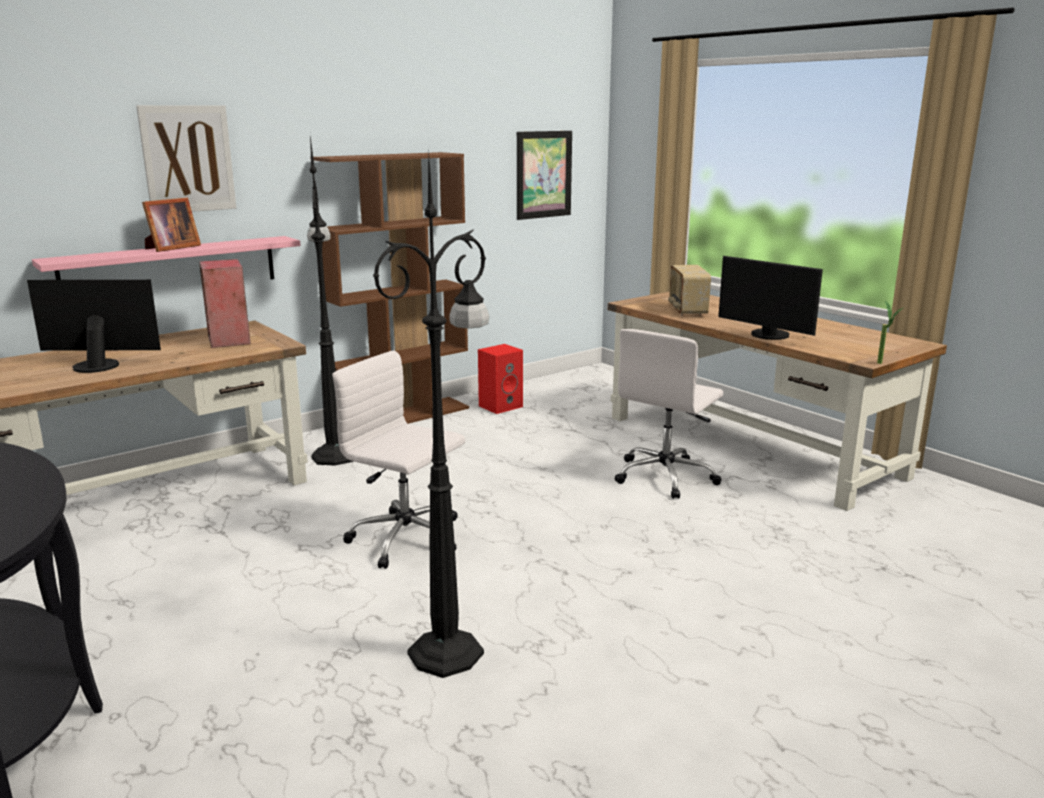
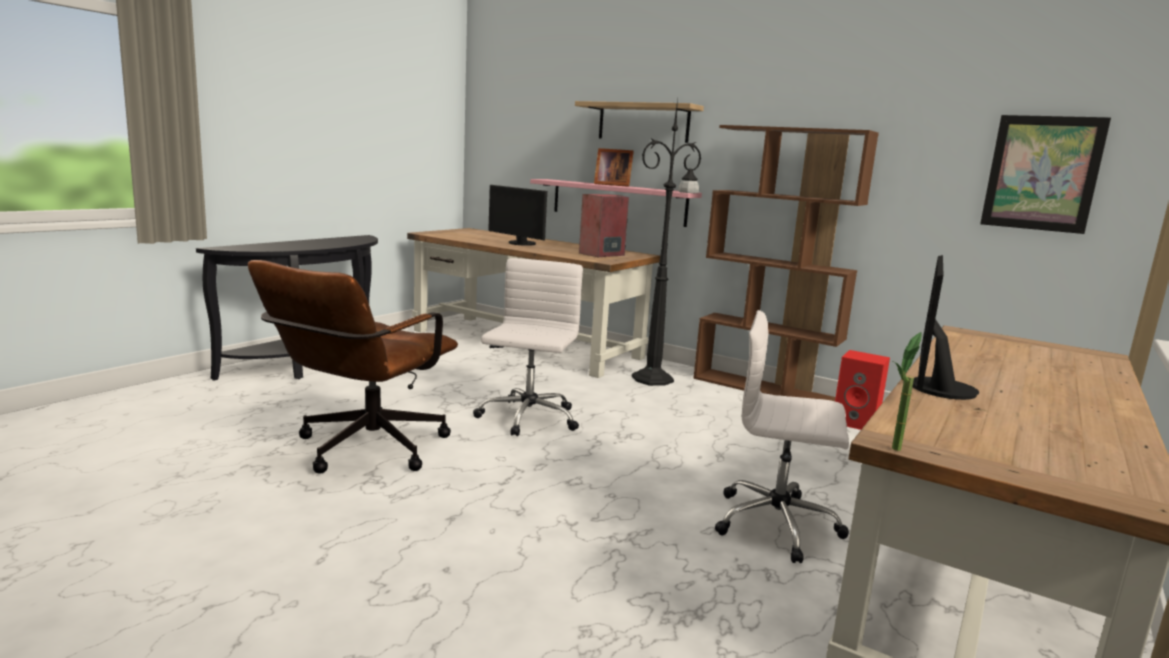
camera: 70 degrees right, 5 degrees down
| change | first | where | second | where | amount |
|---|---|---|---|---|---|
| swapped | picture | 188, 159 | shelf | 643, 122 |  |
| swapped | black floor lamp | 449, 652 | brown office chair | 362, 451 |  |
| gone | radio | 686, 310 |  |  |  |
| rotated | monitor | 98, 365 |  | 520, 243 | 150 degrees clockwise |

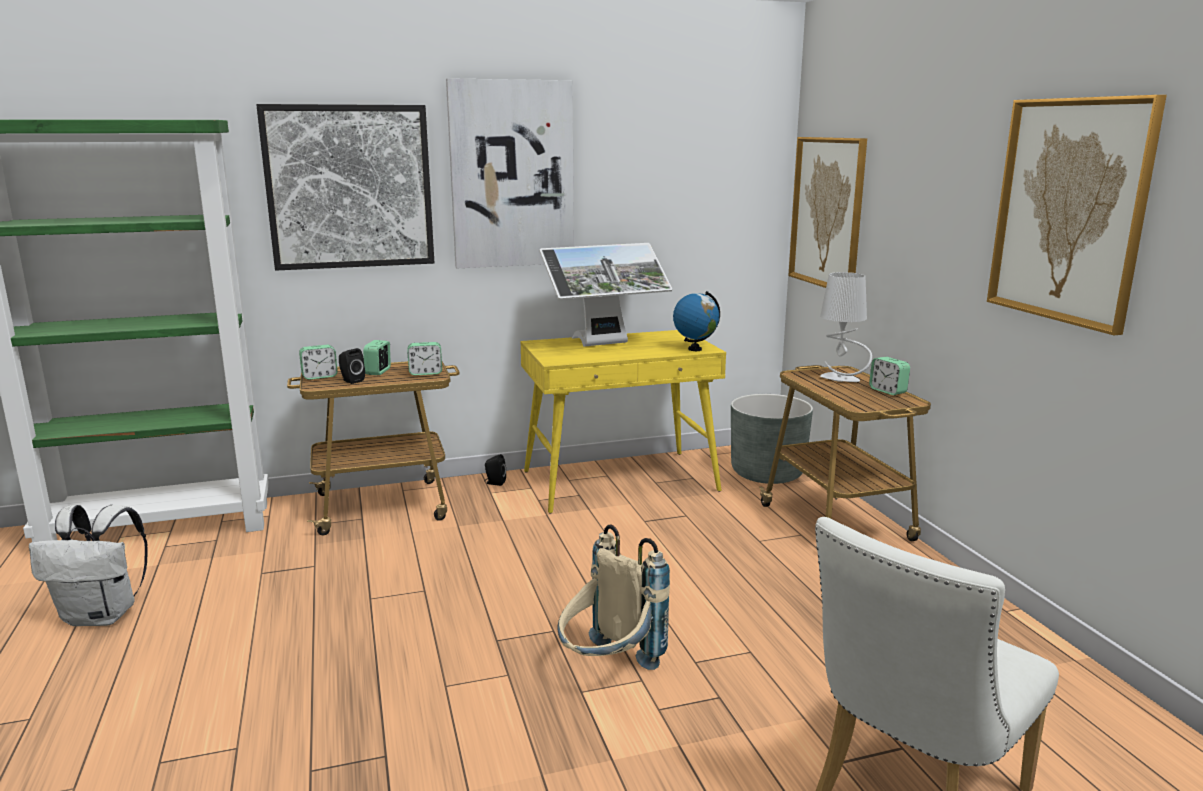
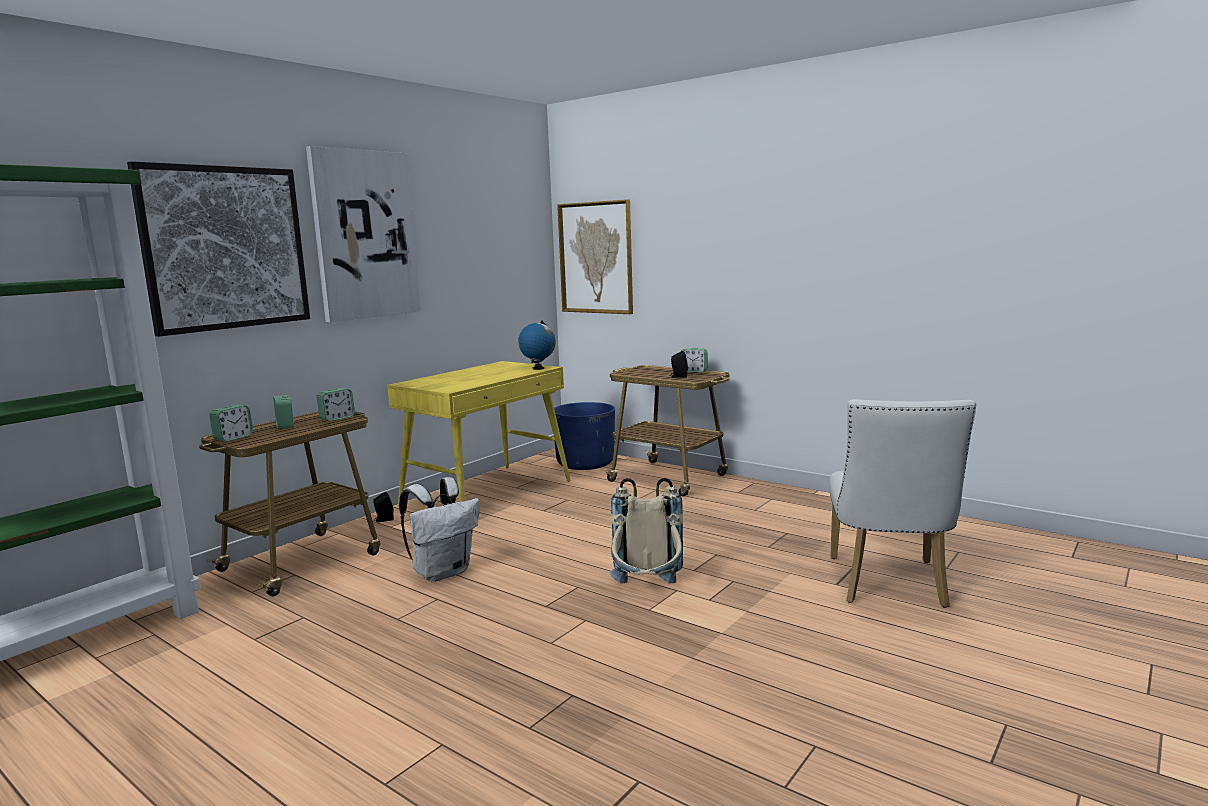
camera: 35 degrees left, 5 degrees down
| change | first | where | second | where | amount |
|---|---|---|---|---|---|
| gone | picture | 1069, 211 |  |  |  |
| gone | monitor | 605, 344 |  |  |  |
| gone | grey table lamp | 840, 379 |  |  |  |
| shifted | black speaker | 351, 380 |  | 678, 377 |  |
| repainted | grey planter | 767, 473 | blue planter | 585, 463 |  |
| shifted | white backpack | 103, 615 |  | 443, 572 |  |

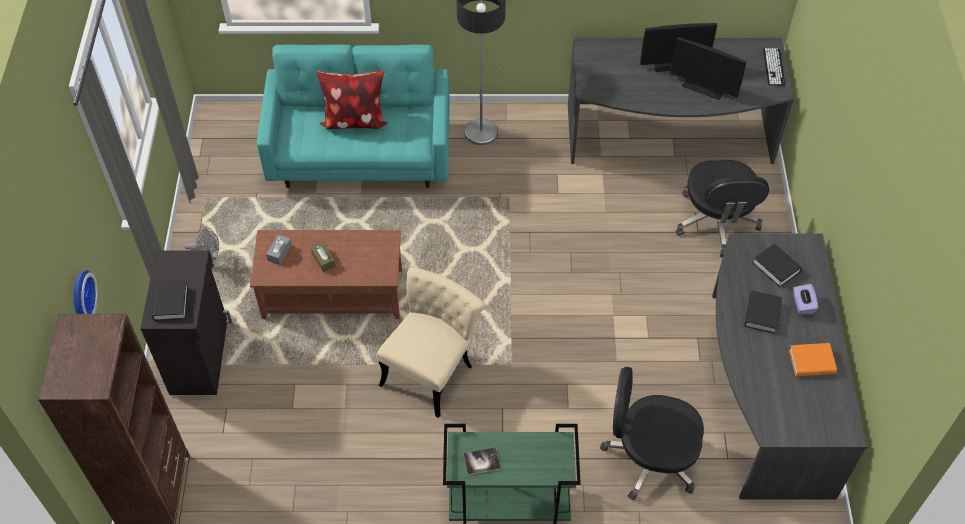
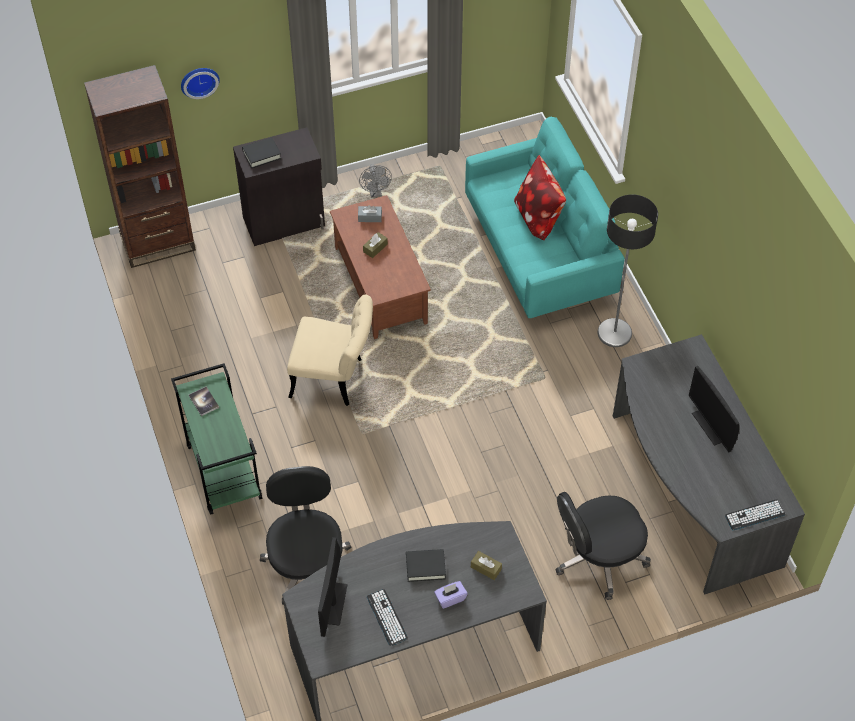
camera: 70 degrees right, 0 degrees up
| change | first | where | second | where | amount |
|---|---|---|---|---|---|
| shifted | monitor | 703, 87 |  | 333, 603 |  |
| swapped | black book | 776, 267 | brown tissue box | 486, 568 |  |
| swapped | orange book | 811, 362 | keyboard | 387, 617 |  |

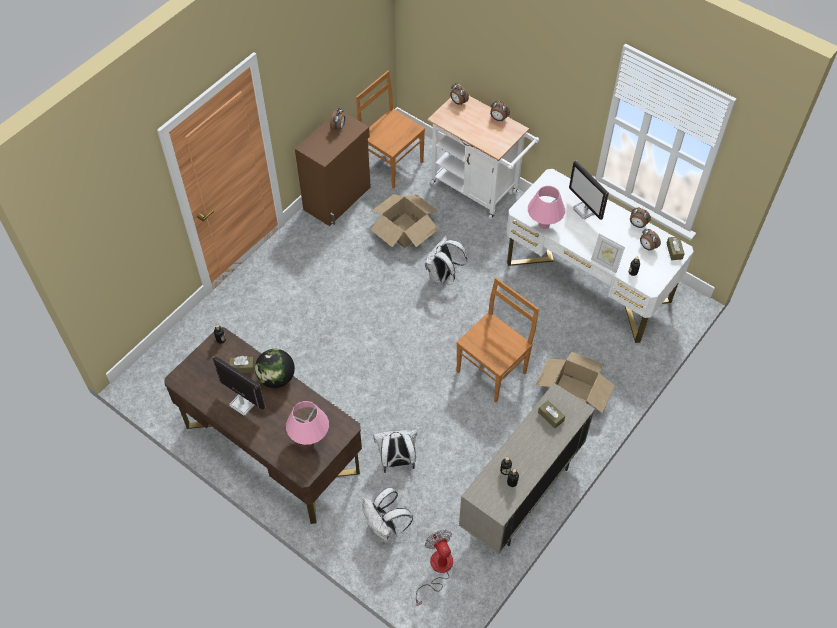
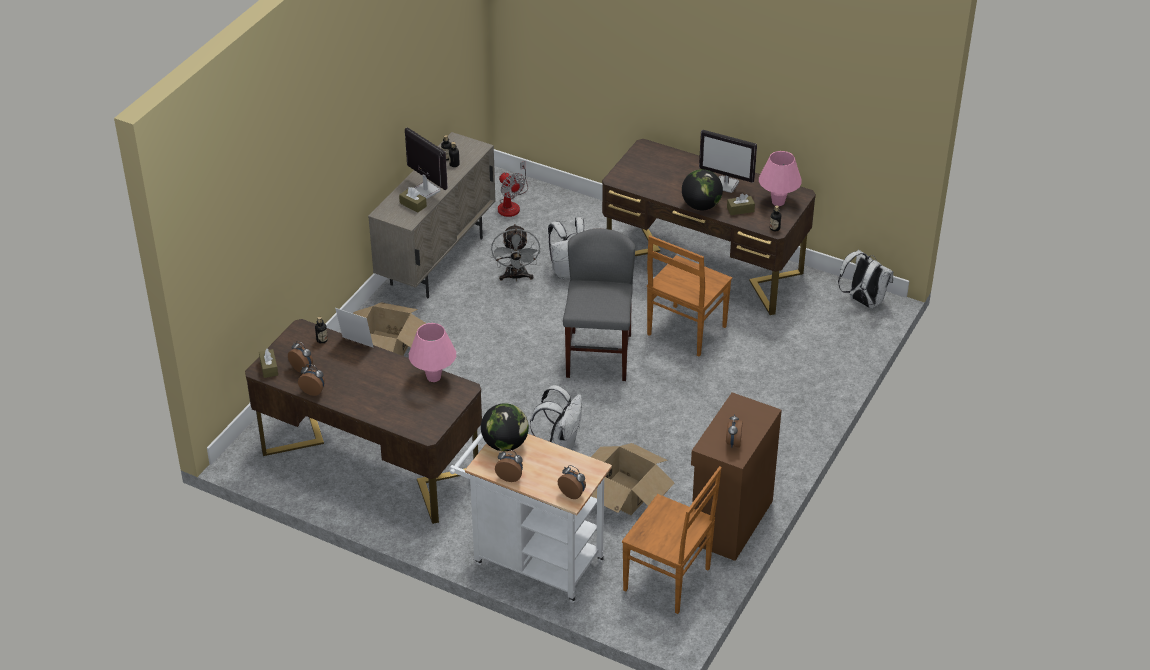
camera: 170 degrees right, 15 degrees down
| change | first | where | second | where | amount |
|---|---|---|---|---|---|
| shifted | monitor | 585, 210 |  | 426, 190 |  |
| repainted | white desk | 588, 282 | brown desk | 370, 461 |  |
| shifted | brown chair | 492, 371 |  | 685, 332 |  |
| shifted | pink table lamp | 309, 437 |  | 778, 202 |  |
| shifted | white backpack | 385, 529 |  | 863, 301 |  |
| new |  |  | grey fan | 516, 277 |  |
| new |  |  | grey chair | 598, 356 |  |
| new |  |  | globe | 505, 444 |  |

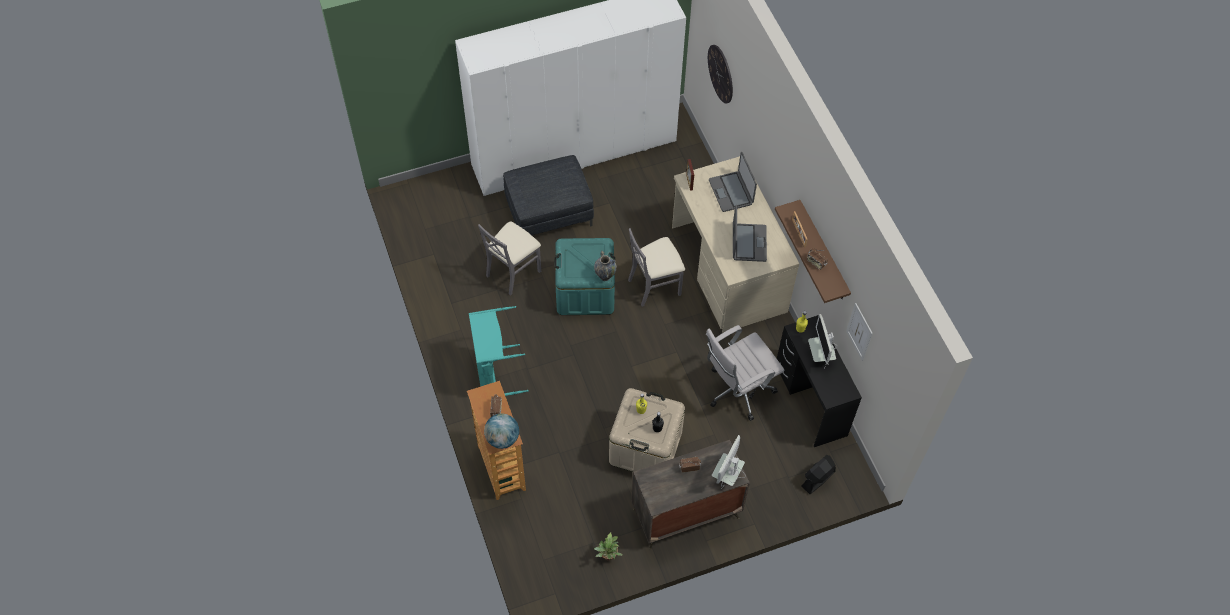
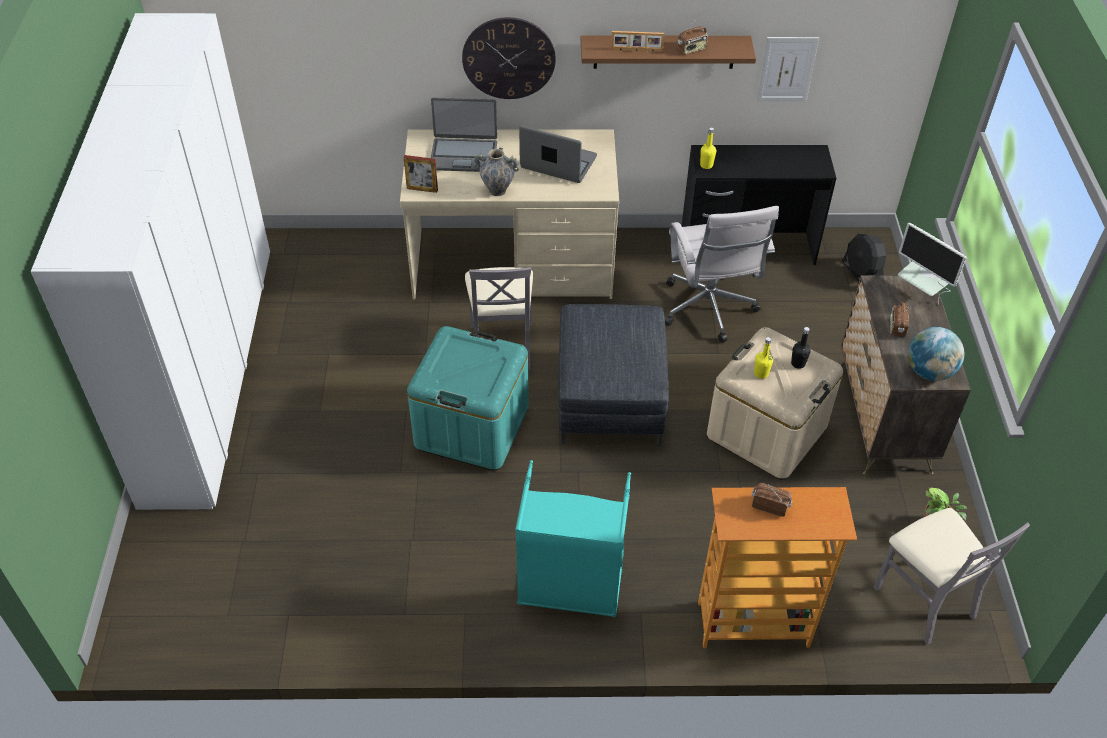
camera: 70 degrees left, 10 degrees down
| change | first | where | second | where | amount |
|---|---|---|---|---|---|
| shifted | wall clock | 720, 73 |  | 508, 58 |  |
| shifted | grey ottoman | 549, 212 |  | 610, 398 |  |
| shifted | grey chair | 513, 272 |  | 924, 599 |  |
| shifted | vase | 605, 276 |  | 497, 190 |  |
| gone | monitor | 821, 356 |  |  |  |
| shifted | globe | 502, 438 |  | 929, 371 |  |

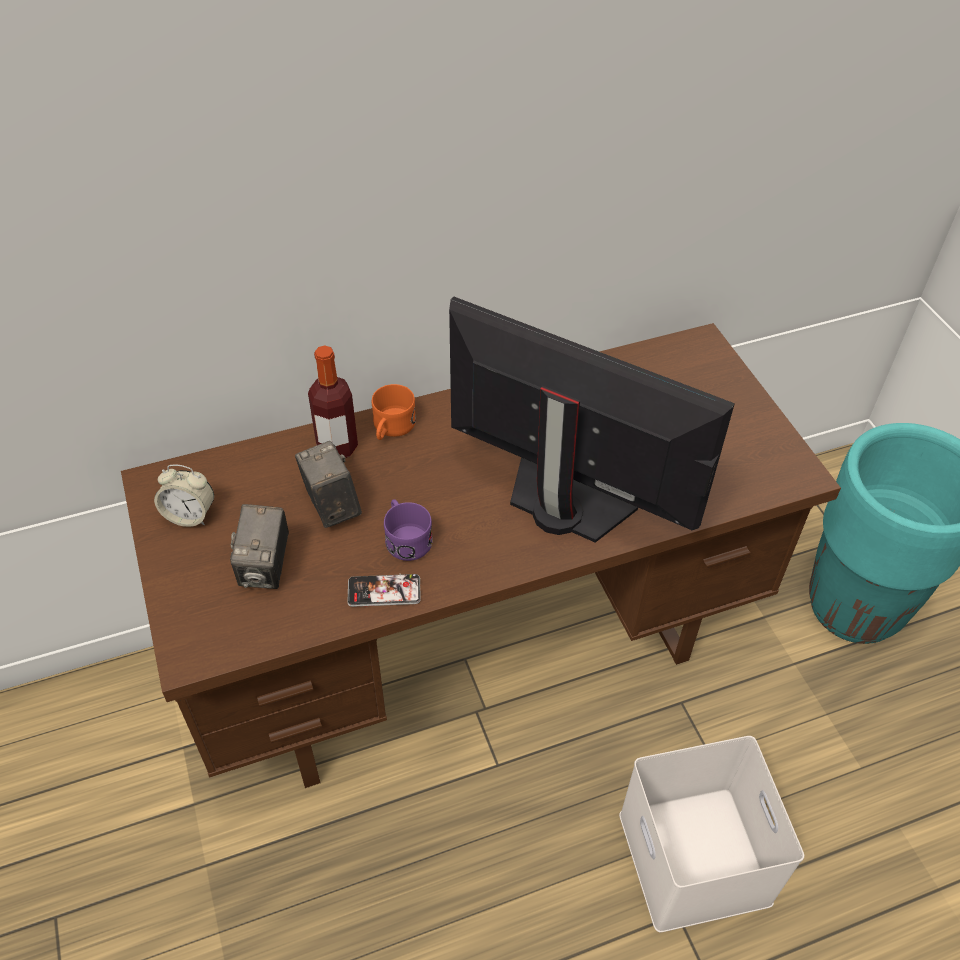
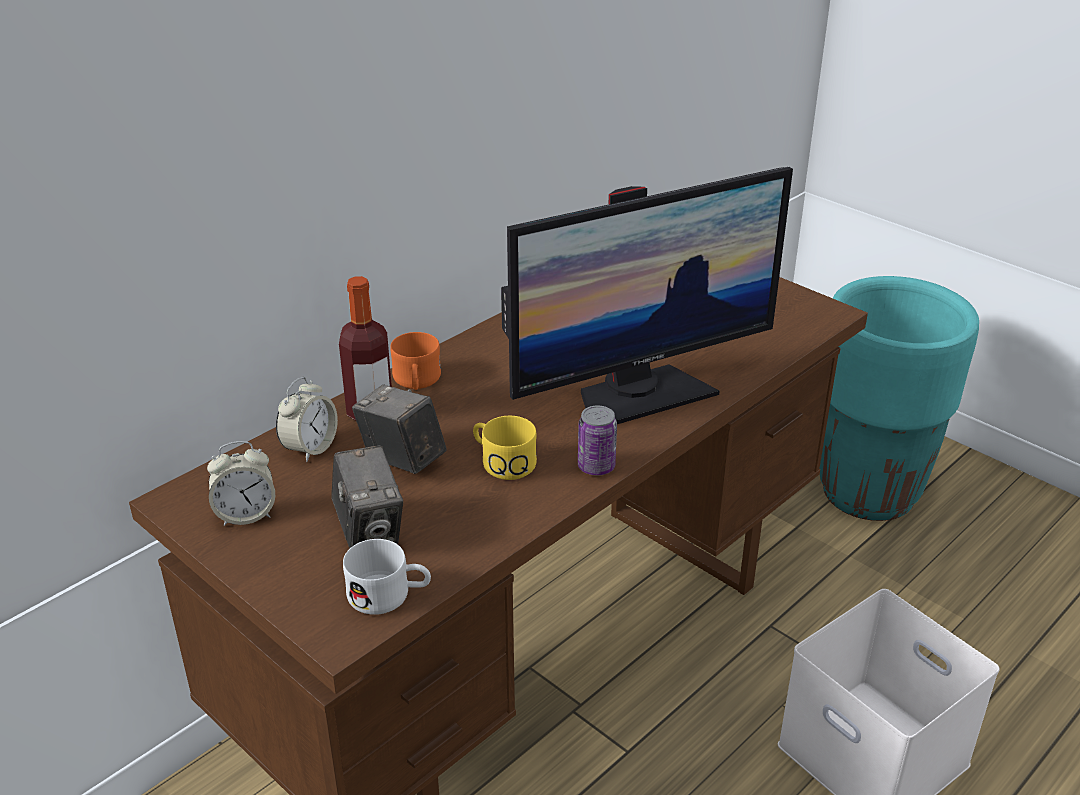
camera: 25 degrees left, 15 degrees down
| change | first | where | second | where | amount |
|---|---|---|---|---|---|
| rotated | monitor | 563, 506 |  | 638, 393 | 150 degrees clockwise |
| repainted | purple mug | 405, 537 | yellow mug | 502, 462 |  |
| gone | phone | 384, 591 |  |  |  |
| new |  |  | alarm clock | 310, 448 |  |
| new |  |  | can | 596, 467 |  |
| new |  |  | white mug | 389, 595 |  |

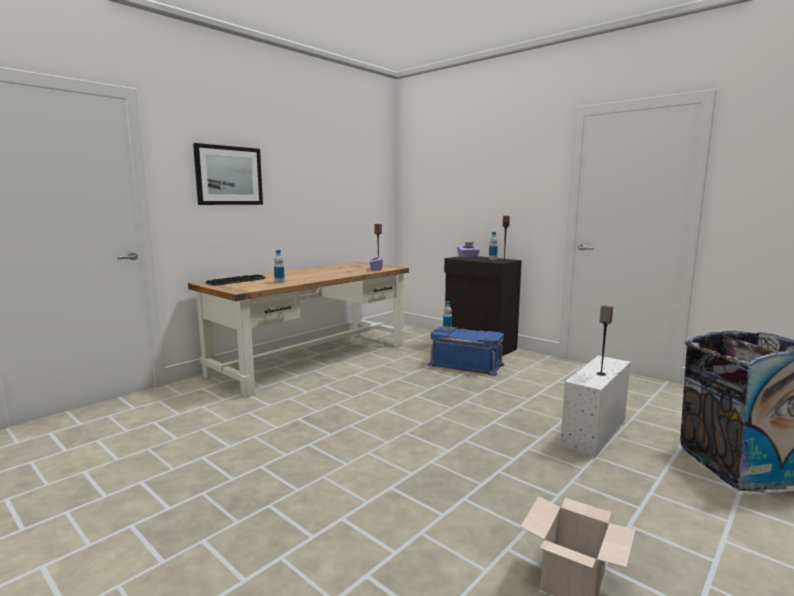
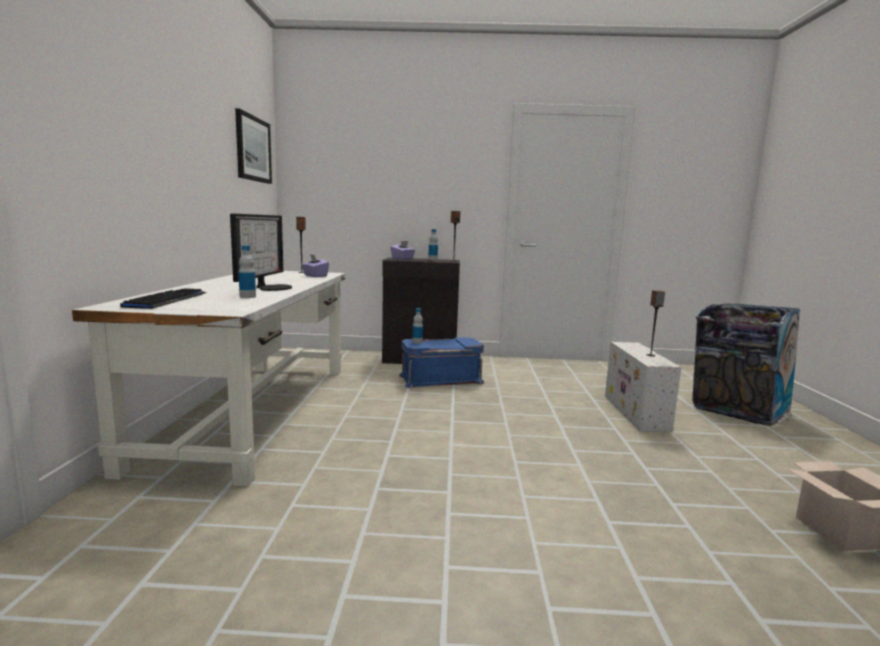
camera: 40 degrees left, 0 degrees up
| change | first | where | second | where | amount |
|---|---|---|---|---|---|
| shifted | picture | 229, 175 |  | 253, 149 |  |
| repainted | brown desk | 313, 359 | white desk | 255, 410 |  |
| new |  |  | monitor | 271, 287 |  |

